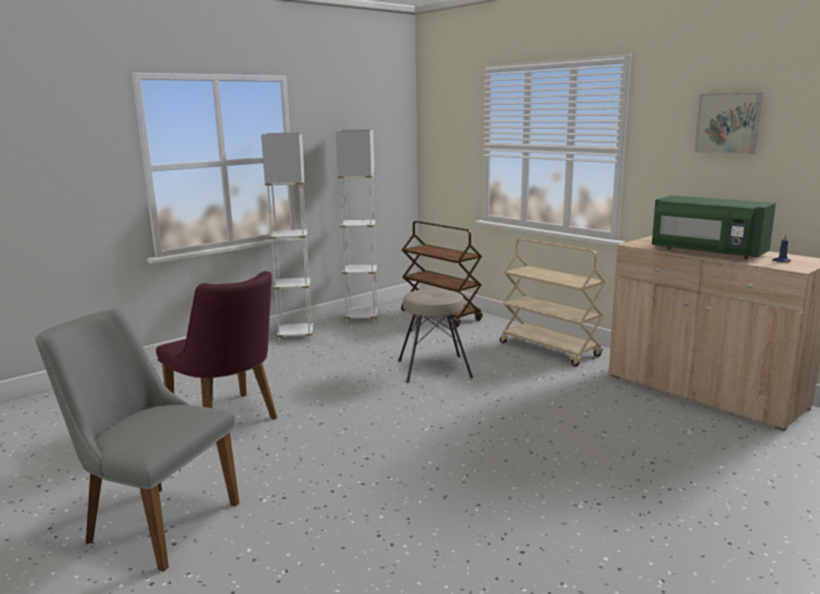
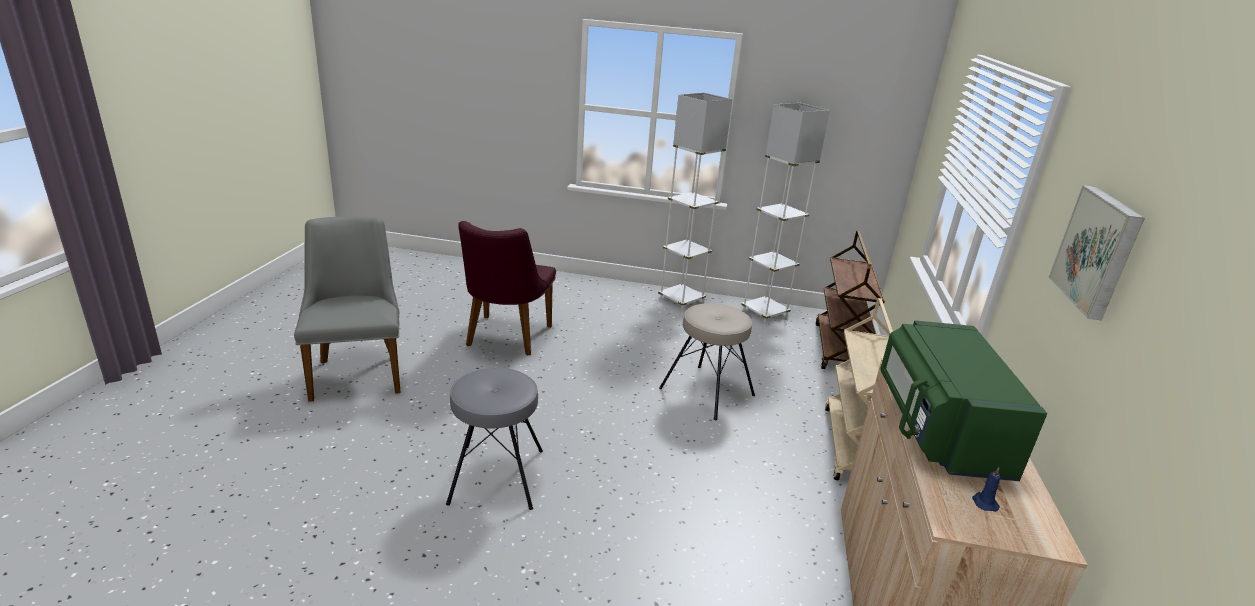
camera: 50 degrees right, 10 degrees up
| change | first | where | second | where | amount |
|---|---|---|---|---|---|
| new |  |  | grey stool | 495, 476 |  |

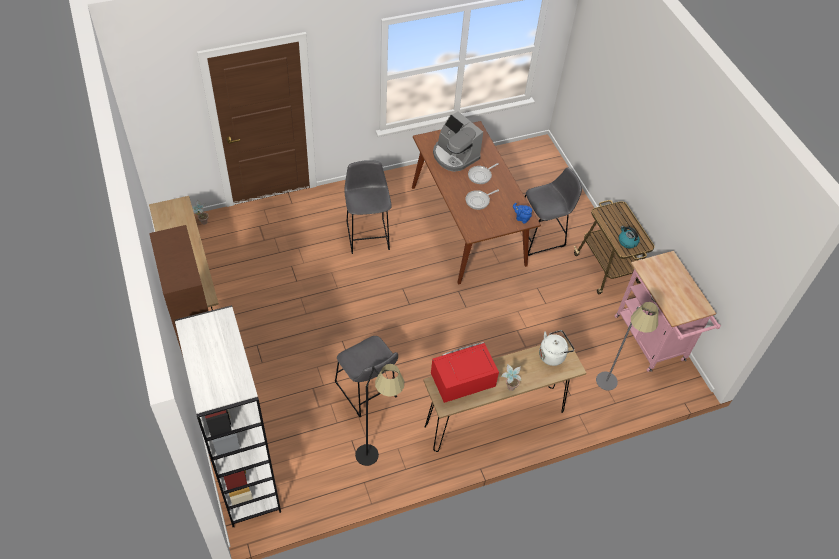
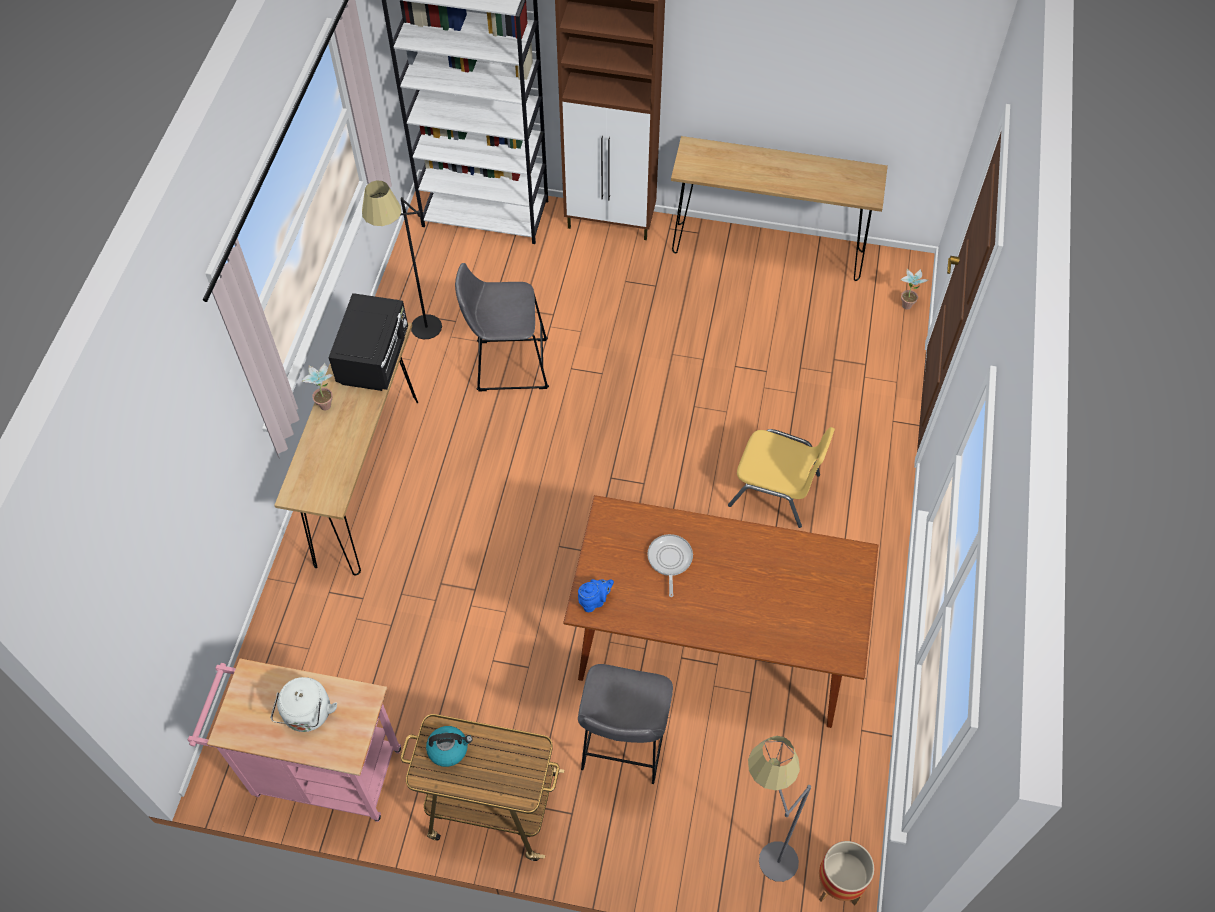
camera: 125 degrees right, 5 degrees up
| change | first | where | second | where | amount |
|---|---|---|---|---|---|
| gone | coffee machine | 454, 156 |  |  |  |
| swapped | grey stool | 367, 233 | yellow chair | 776, 490 |  |
| gone | frying pan | 481, 175 |  |  |  |
| shifted | grey floor lamp | 609, 389 |  | 761, 854 |  |
| shifted | white kettle | 553, 355 |  | 307, 715 |  |
| repainted | red microwave | 461, 382 | black microwave | 375, 358 |  |
| new |  |  | planter | 838, 885 |  |

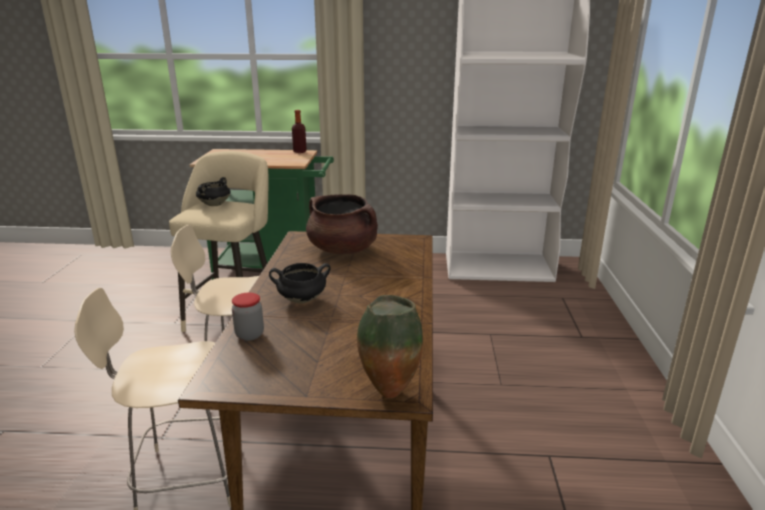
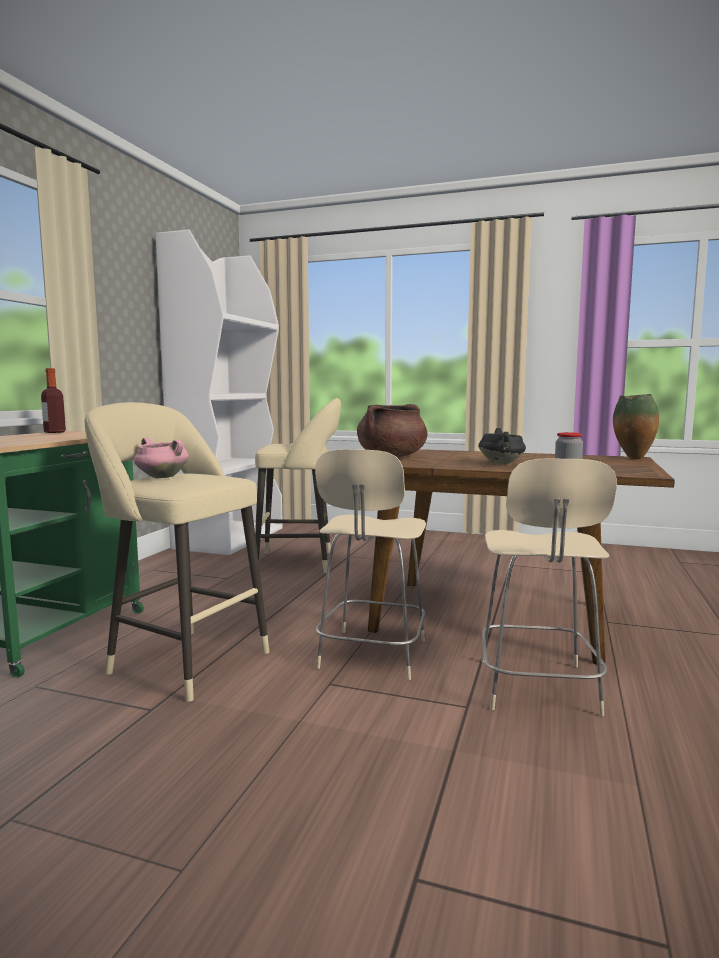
camera: 75 degrees left, 15 degrees down
| change | first | where | second | where | amount |
|---|---|---|---|---|---|
| repainted | black cooking pot | 214, 204 | pink cooking pot | 161, 477 |  |
| new |  |  | beige stool | 300, 562 |  |

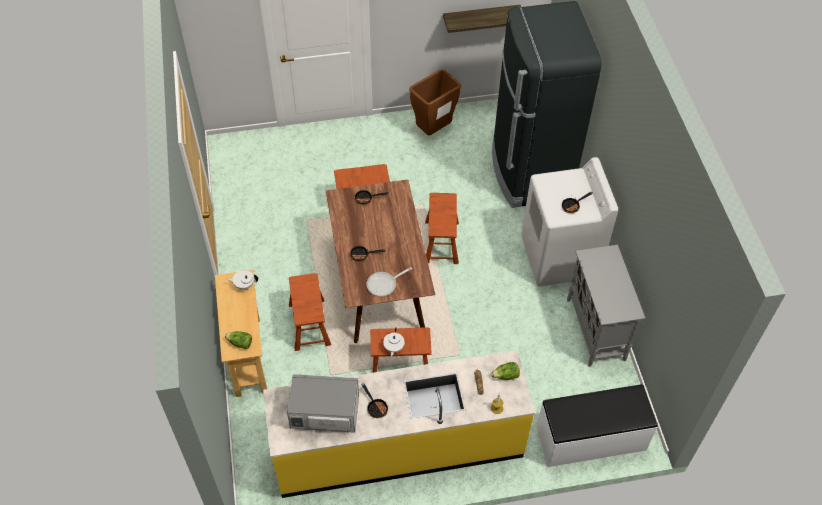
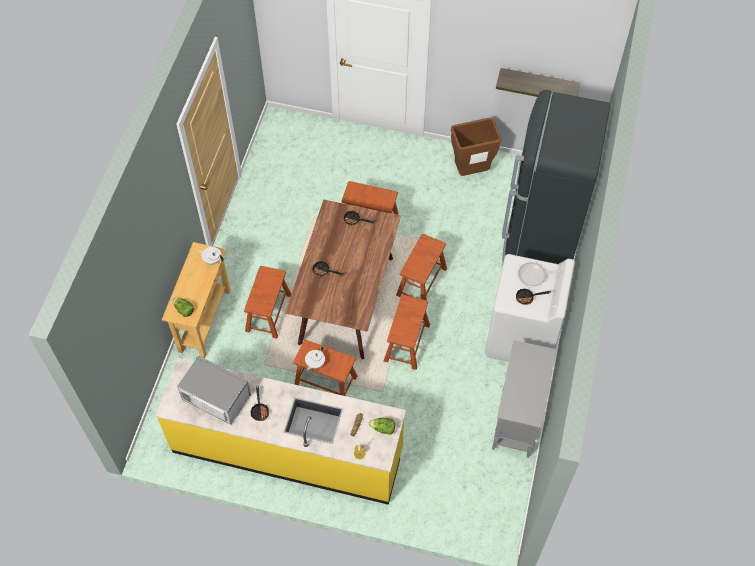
camera: 25 degrees right, 5 degrees up
| change | first | where | second | where | amount |
|---|---|---|---|---|---|
| shifted | frying pan | 384, 284 |  | 534, 276 |  |
| gone | white bench | 591, 439 |  |  |  |
| new |  |  | brown stool | 407, 342 |  |

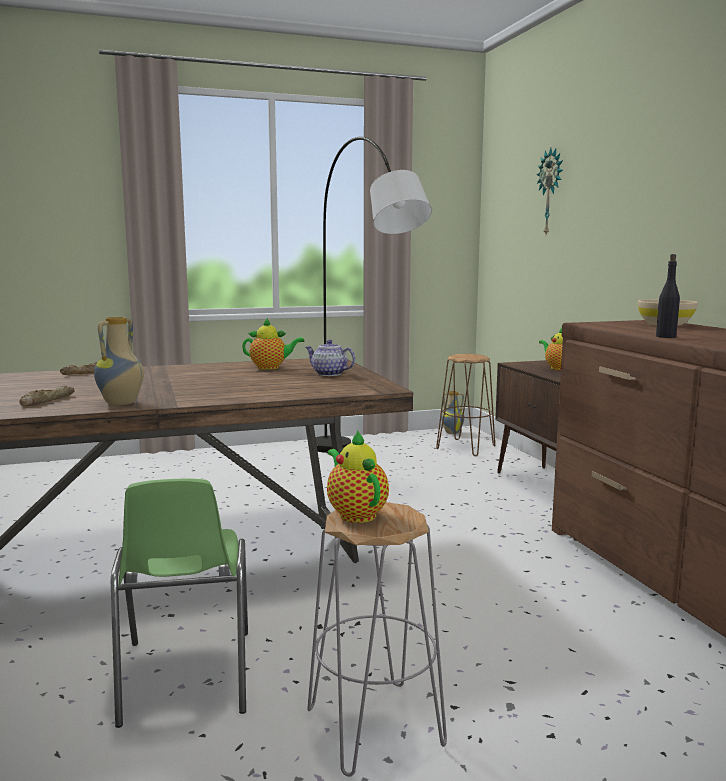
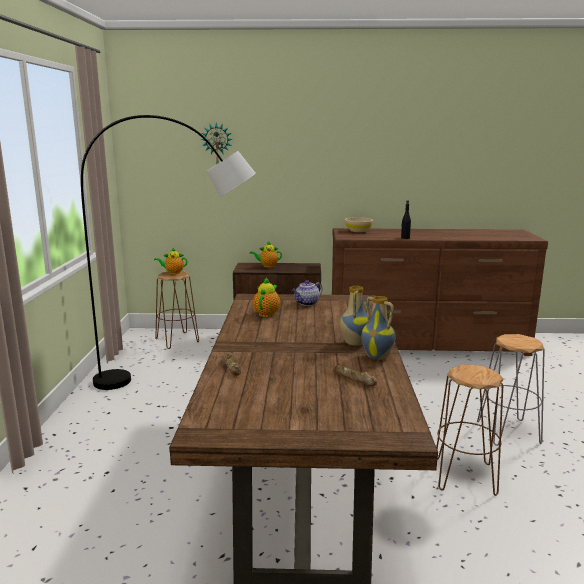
camera: 70 degrees left, 5 degrees up
| change | first | where | second | where | amount |
|---|---|---|---|---|---|
| shifted | vase | 452, 432 |  | 353, 343 |  |
| shifted | teapot | 355, 514 |  | 173, 273 |  |
| swapped | green chair | 185, 677 | brown stool | 465, 477 |  |

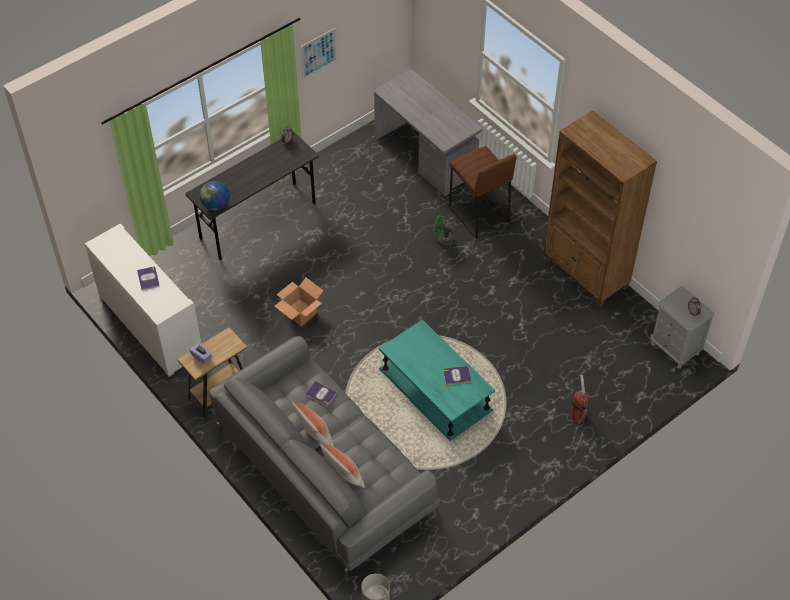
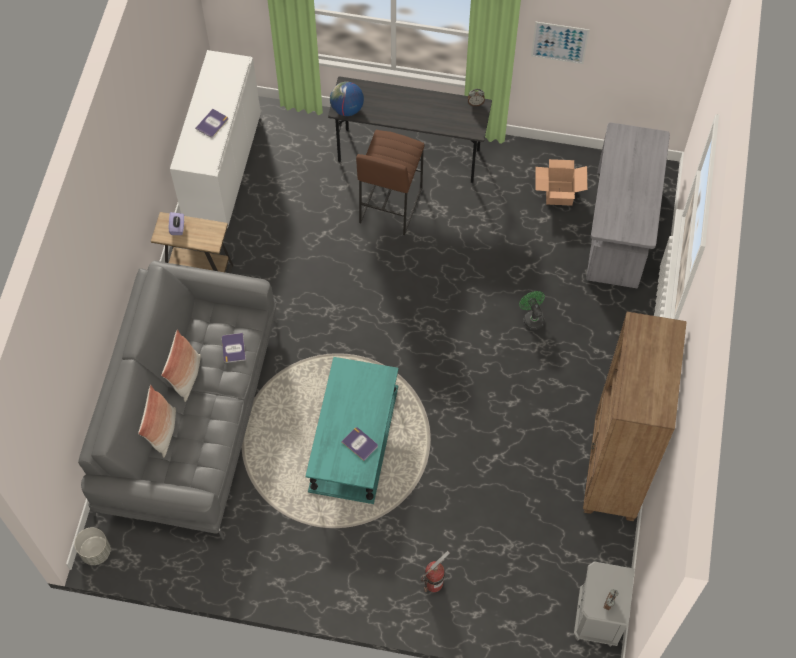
camera: 50 degrees right, 10 degrees up
| change | first | where | second | where | amount |
|---|---|---|---|---|---|
| shifted | brown stool | 478, 215 |  | 390, 204 |  |
| shifted | cardboard box | 301, 313 |  | 559, 193 |  |

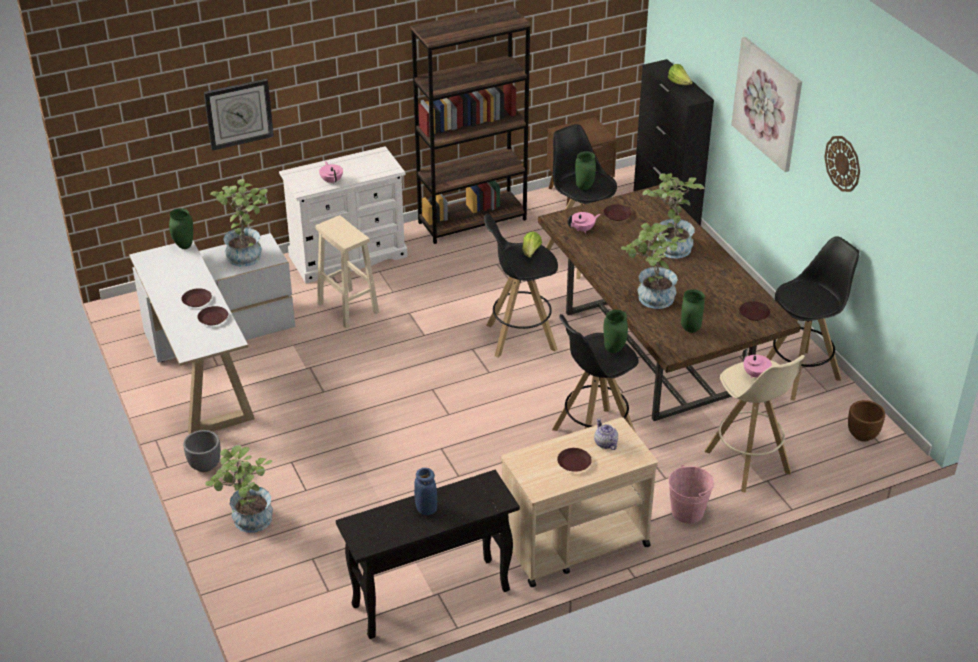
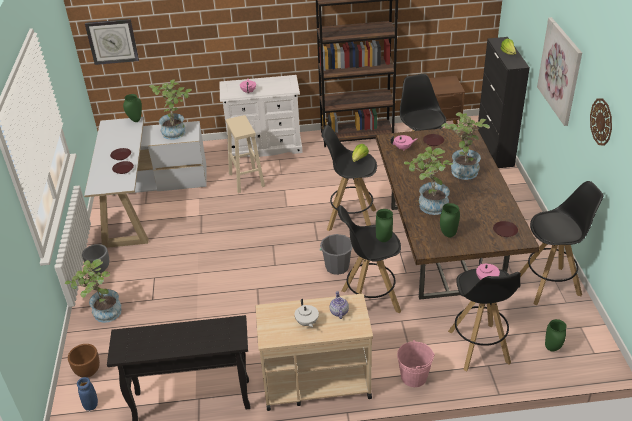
camera: 20 degrees right, 0 degrees up
| change | first | where | second | where | amount |
|---|---|---|---|---|---|
| shifted | wall clock | 238, 113 |  | 112, 41 |  |
| shifted | green vase | 585, 187 |  | 552, 348 |  |
| repainted | beige stool | 748, 462 | black stool | 478, 347 |  |
| shifted | brown planter | 862, 435 |  | 88, 371 |  |
| swapped | brown plate | 574, 463 | white teapot | 307, 323 |  |
| shifted | blue vase | 426, 509 |  | 91, 405 |  |
| new |  |  | grey bucket | 337, 267 |  |

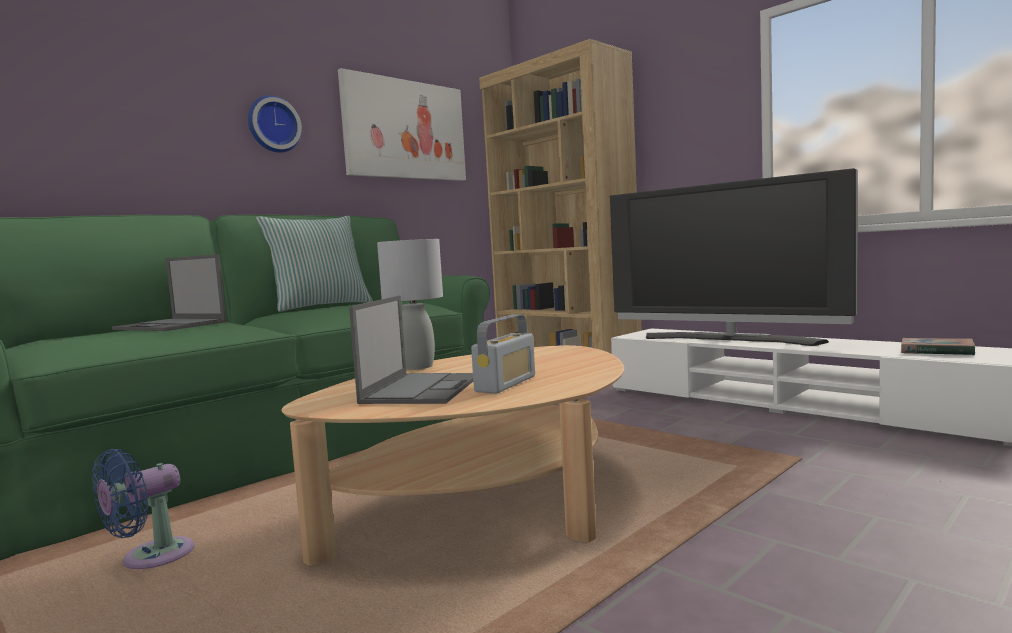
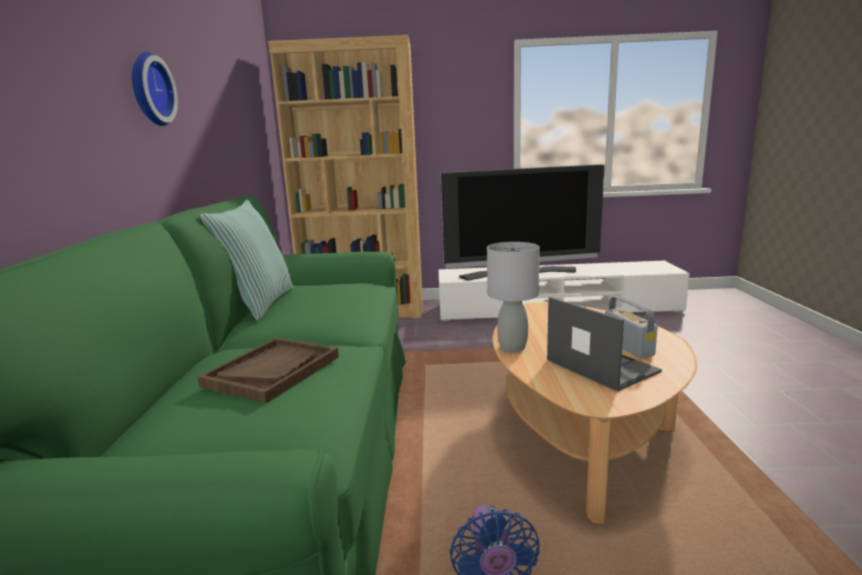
camera: 45 degrees left, 10 degrees up
| change | first | where | second | where | amount |
|---|---|---|---|---|---|
| gone | picture | 405, 130 |  |  |  |
| swapped | laptop | 171, 325 | brown tray | 272, 371 |  |
| gone | book | 936, 351 |  |  |  |

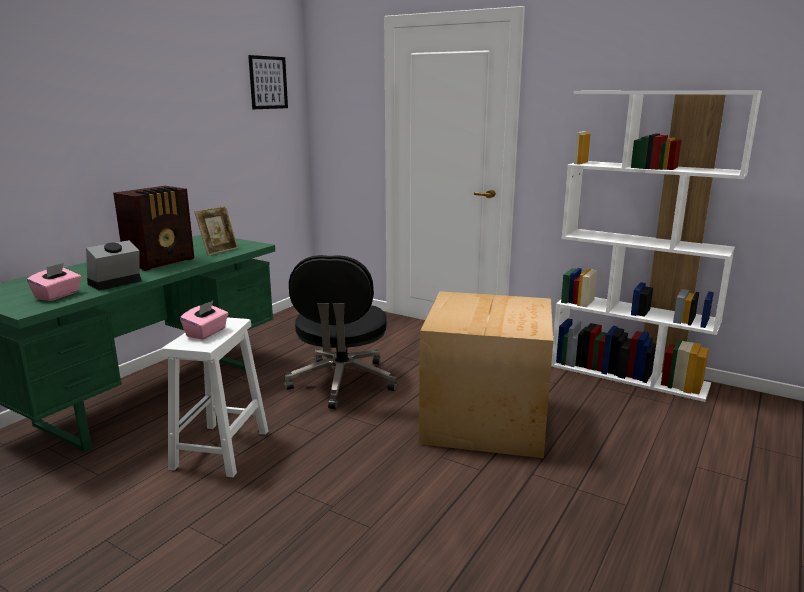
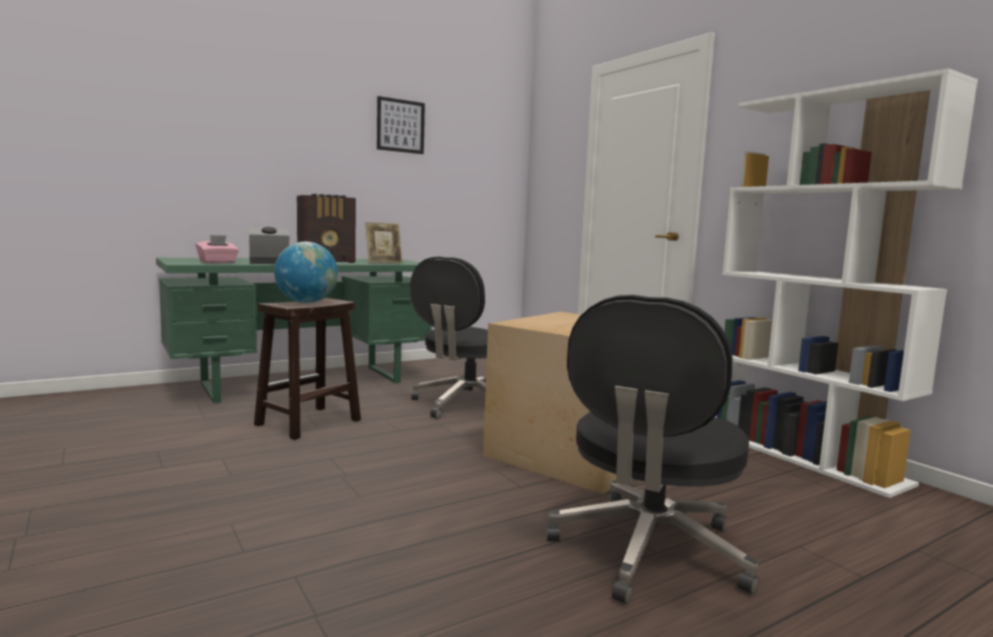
camera: 25 degrees right, 10 degrees down
| change | first | where | second | where | amount |
|---|---|---|---|---|---|
| shifted | picture | 268, 82 |  | 400, 126 |  |
| swapped | pink tissue box | 206, 333 | globe | 306, 303 |  |
| repainted | white stool | 220, 450 | brown stool | 307, 423 |  |
| new |  |  | black office chair | 648, 552 |  |

